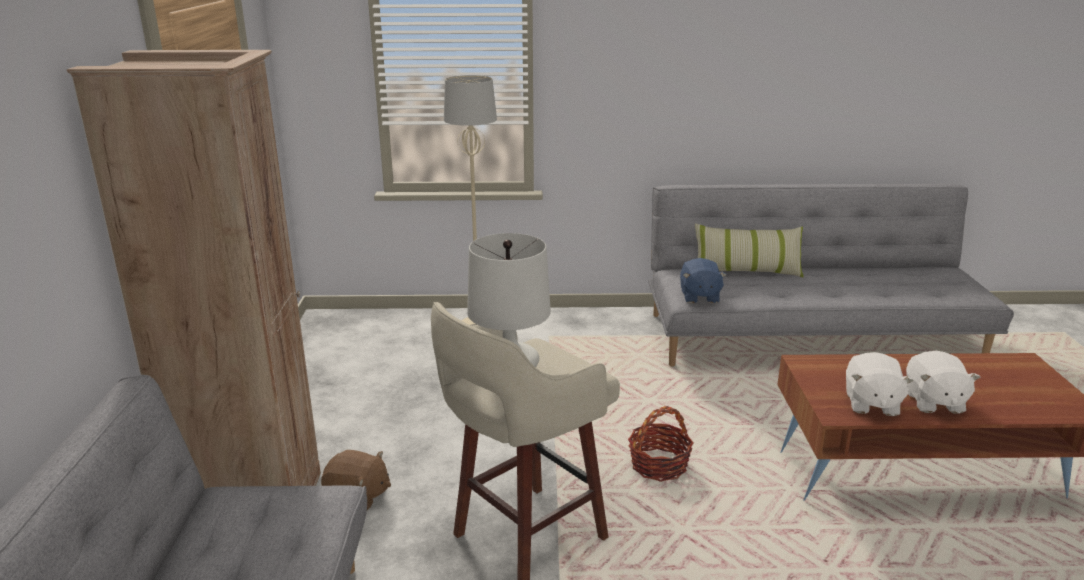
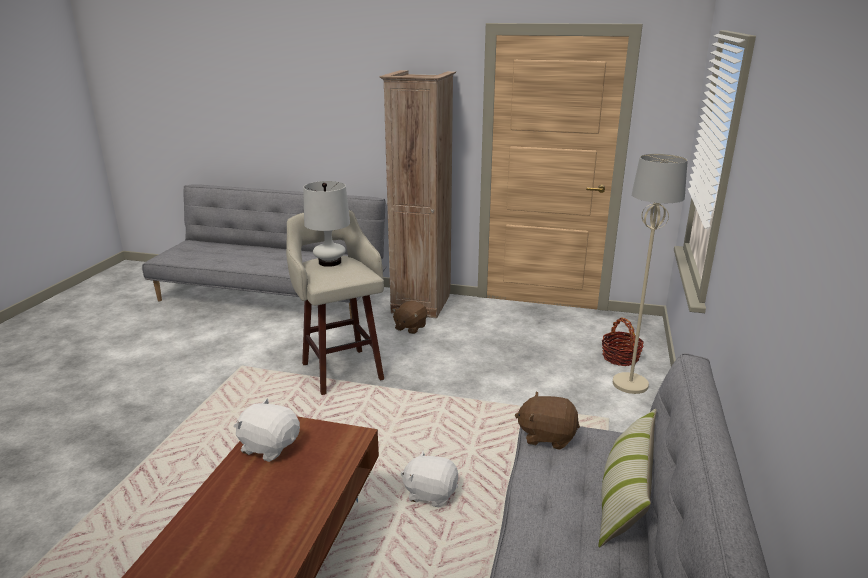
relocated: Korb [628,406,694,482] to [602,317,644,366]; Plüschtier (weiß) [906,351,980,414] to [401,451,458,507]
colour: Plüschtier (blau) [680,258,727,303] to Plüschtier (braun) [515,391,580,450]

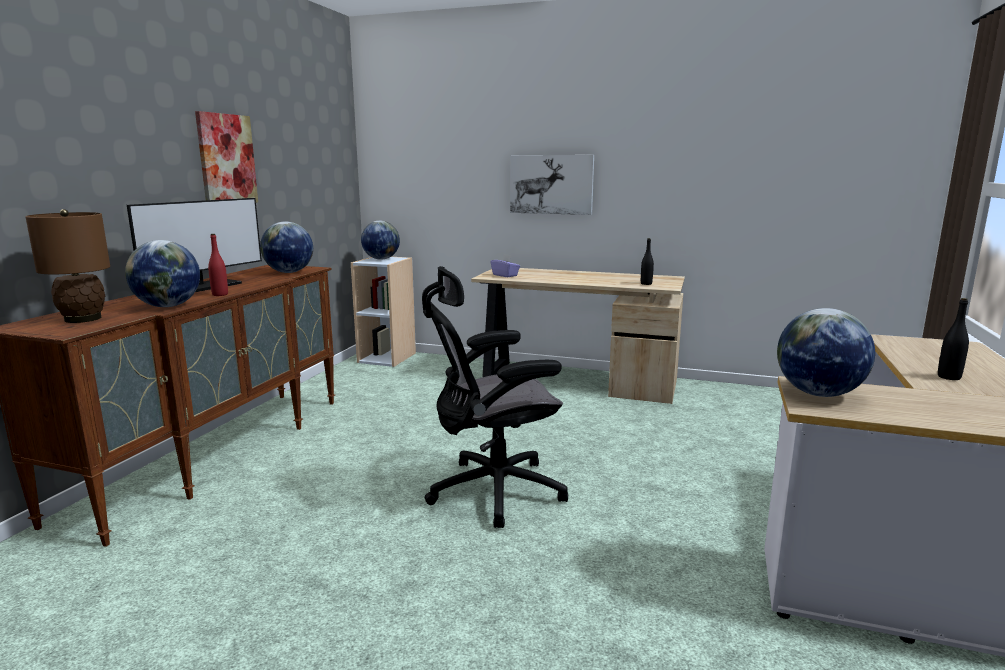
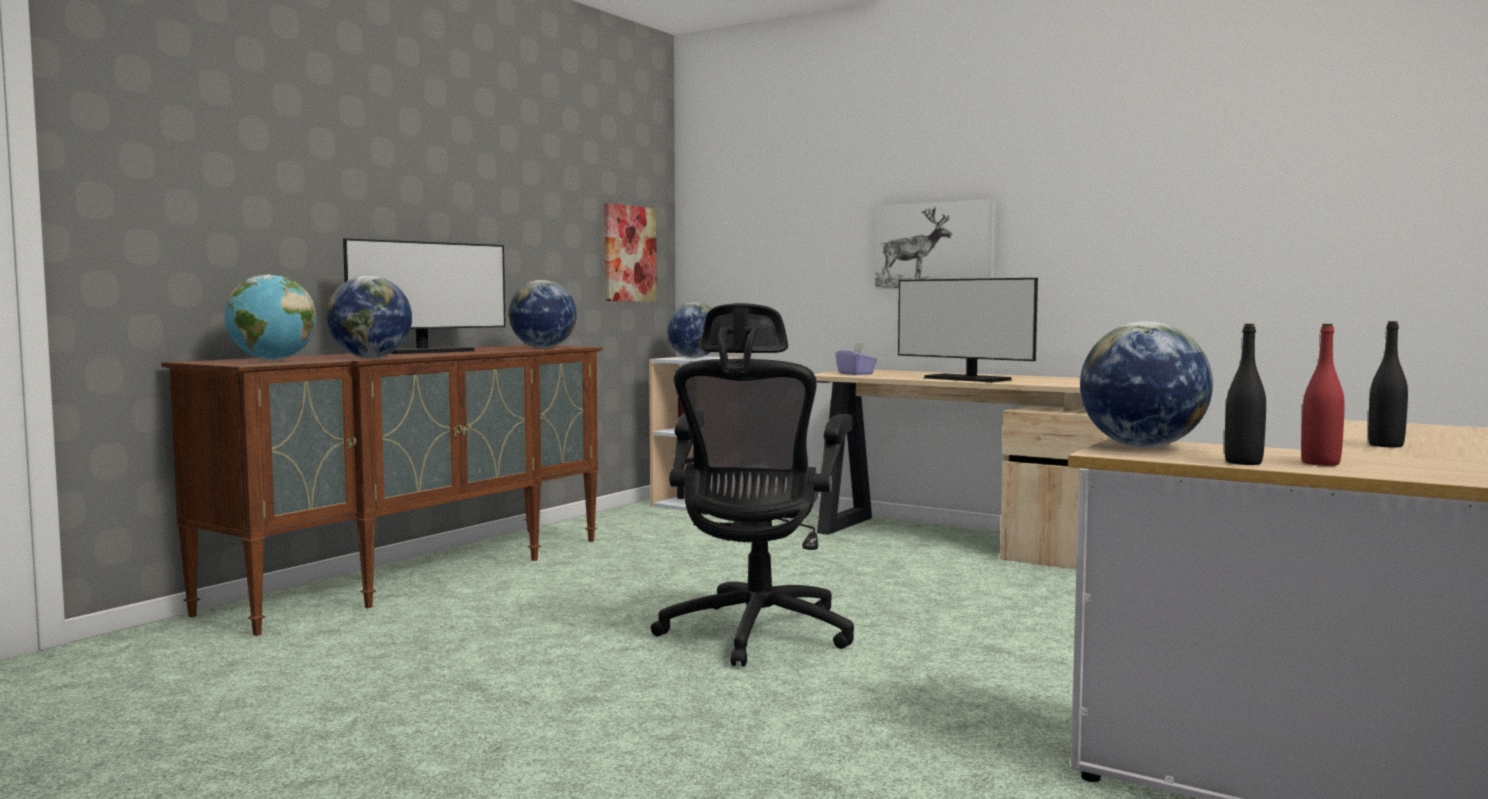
appeared: Monitor [898,278,1038,382]
relocated: Bild [195,111,258,203] to [604,203,657,301]; Flasche (rot) [208,234,228,296] to [1301,324,1345,466]; Flasche (schwarz) [641,238,654,285] to [1225,324,1266,465]
exchanged: Tischlampe (braun) [26,209,110,323] to Globus [225,274,316,360]
spun: Bürostuhl [422,266,568,528] = [650,303,854,667] 75 degrees counterclockwise

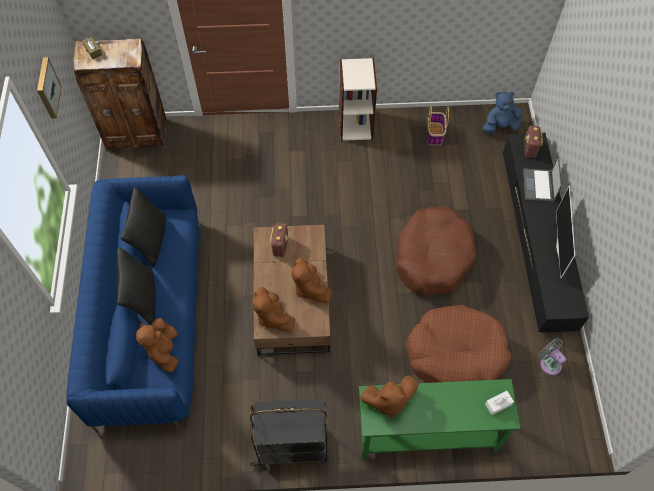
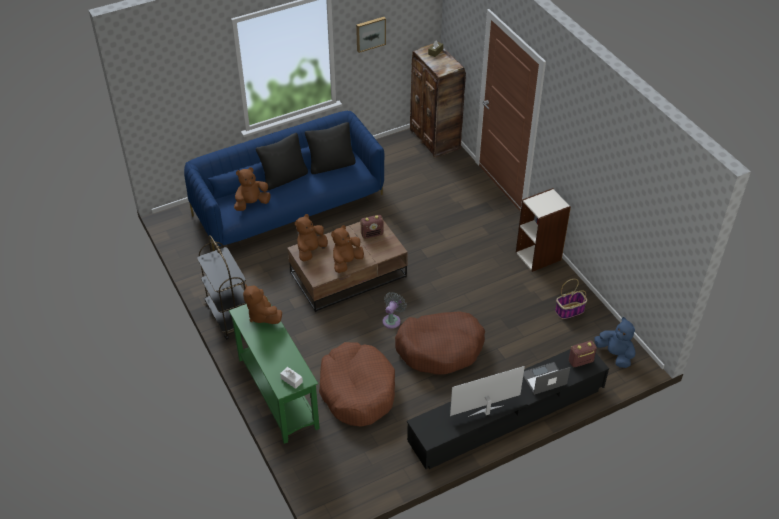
relocated: Ventilator (grau) [538,338,567,375] to [383,292,407,329]

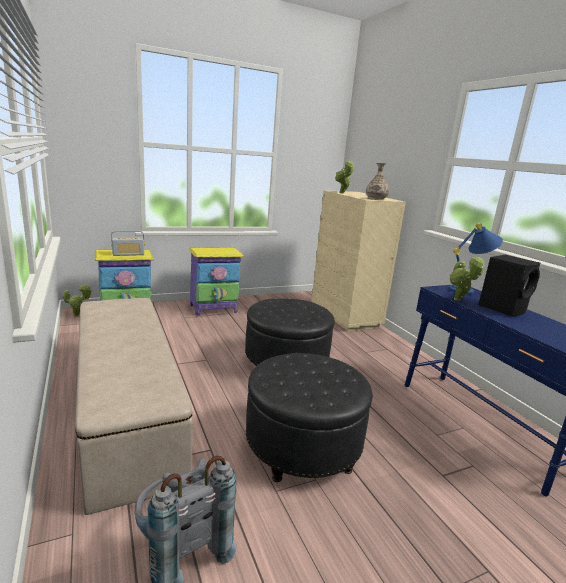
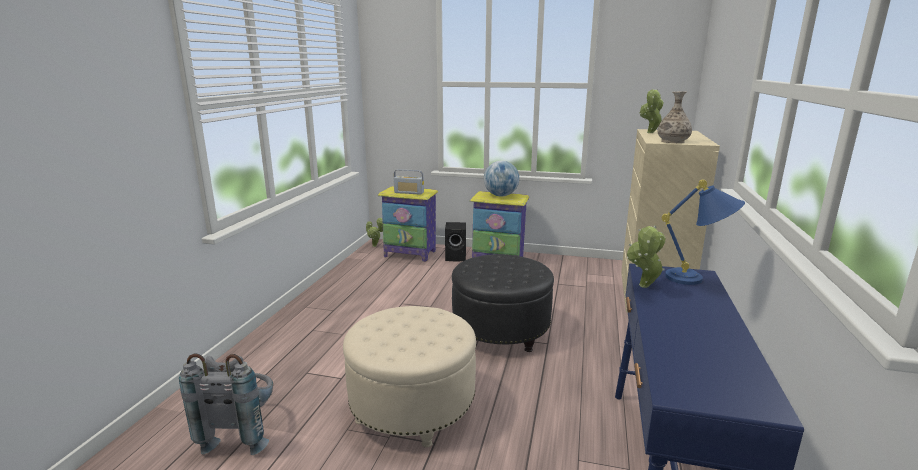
missing: Bank (beige) [75,298,193,515]
appeared: Globus [484,160,519,197]
relocated: Lautsprecher (schwarz) [478,255,540,317] to [445,222,466,261]
colour: Polsterhocker (schwarz) [246,353,372,482] to Polsterhocker (beige) [343,306,476,448]

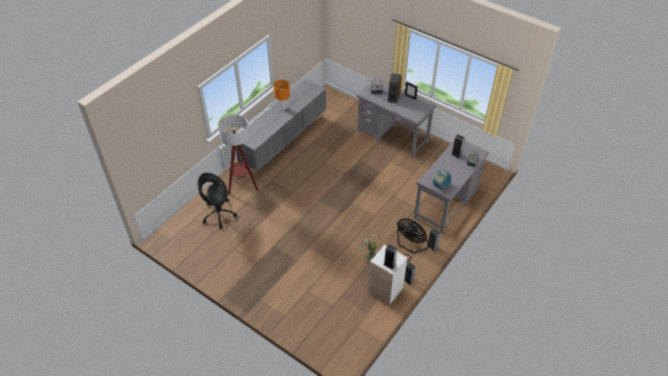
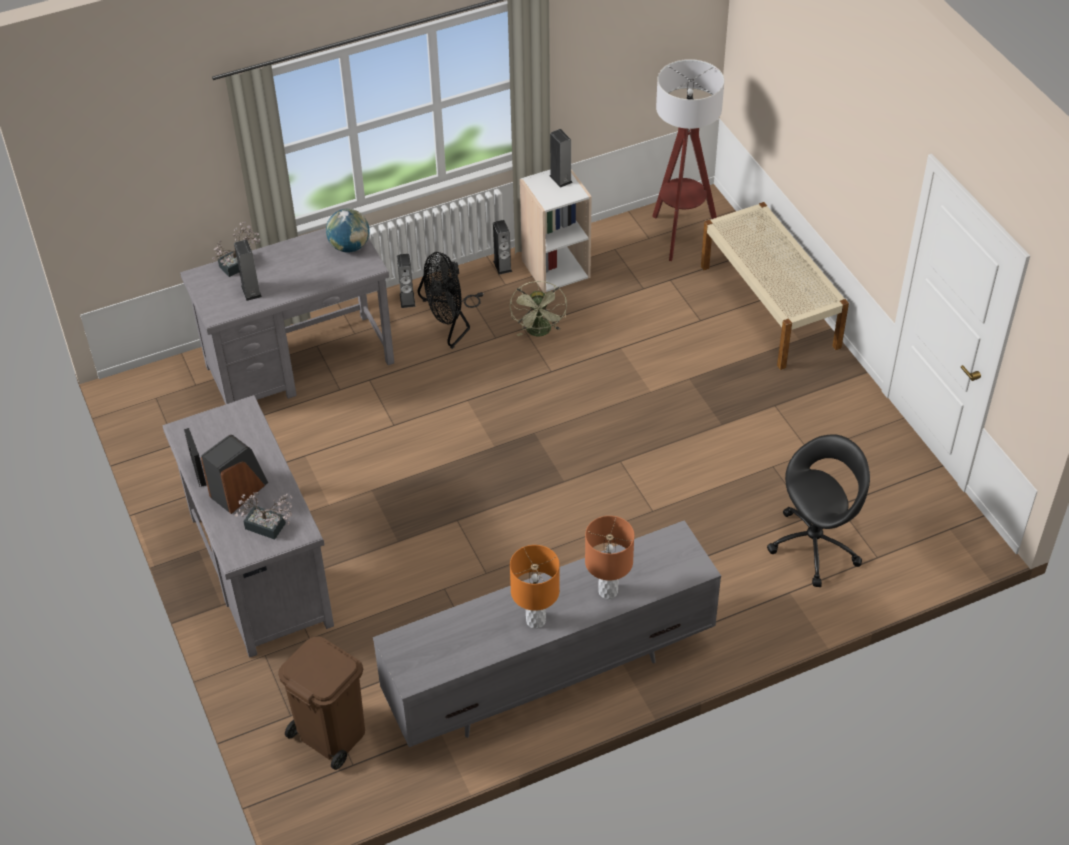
appeared: Mülleimer (braun) [278,636,365,770]; Tischlampe (orange) [585,516,634,599]; Bank (beige) [701,202,849,370]
relocated: Stehlampe [218,114,259,195] to [652,59,724,261]
spun: Bürostuhl (schwarz) [198,173,237,229] = [767,434,870,587] 45 degrees counterclockwise

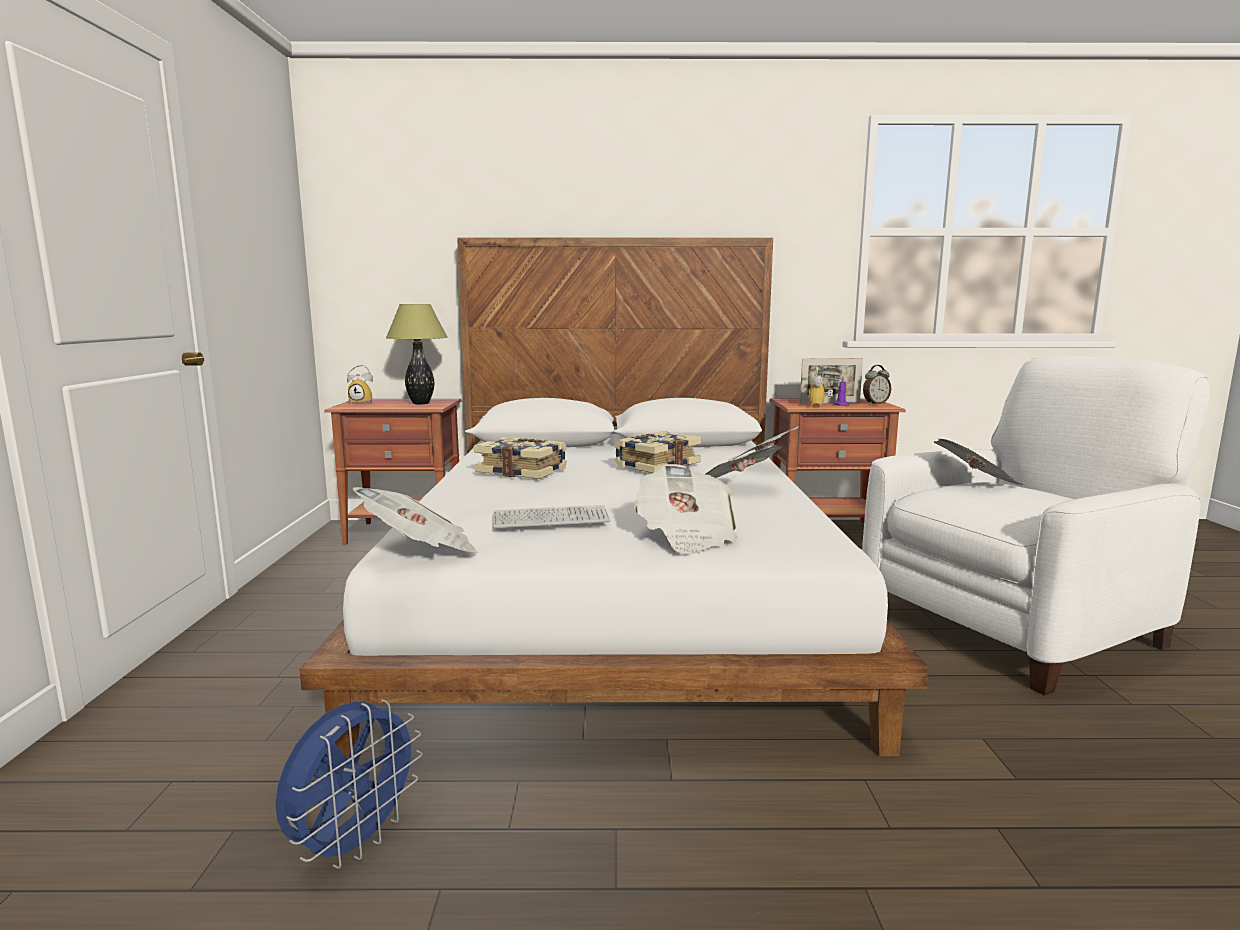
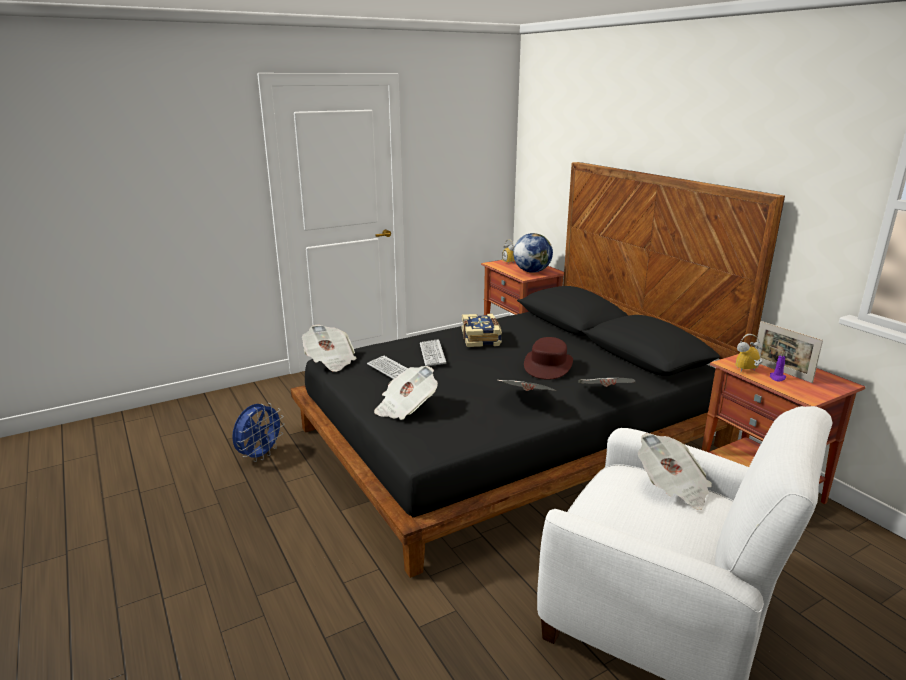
missing: Wecker [863,365,891,404]
appeared: Tastatur [420,339,446,366]
exchanged: Tischlampe [386,304,448,404] to Globus [513,233,553,273]; Buch [615,431,701,473] to Hut (braun) [524,337,573,380]
colour: Bett (weiß) [299,237,929,757] to Bett (schwarz) [291,162,785,578]
spun: Ventilator (blau) [275,699,422,869] = [232,403,285,462] 60 degrees counterclockwise

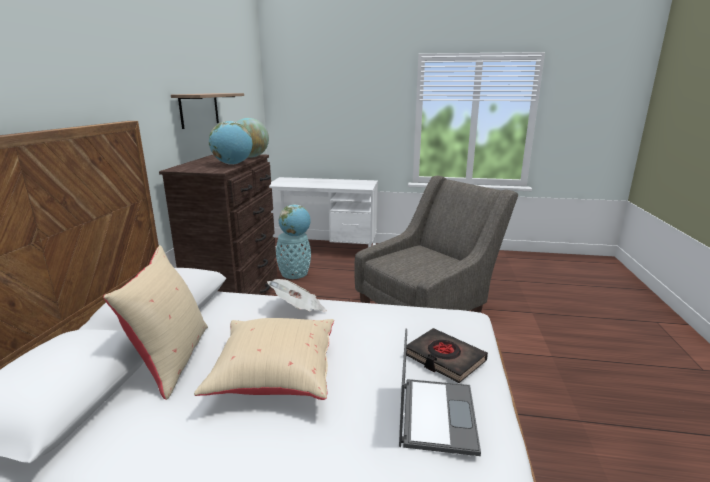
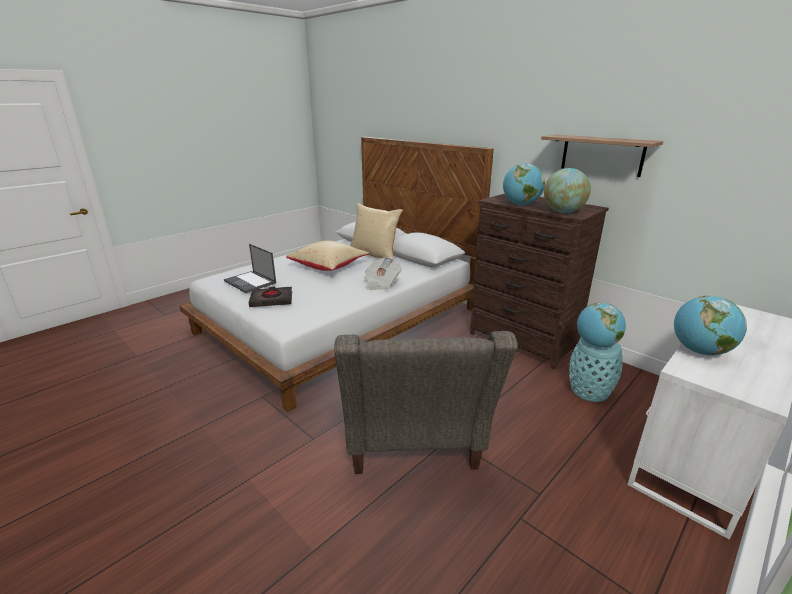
appeared: Globus [674,296,747,355]

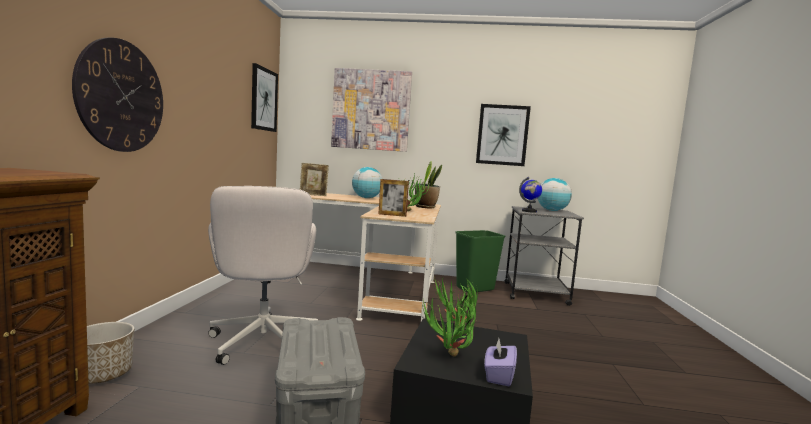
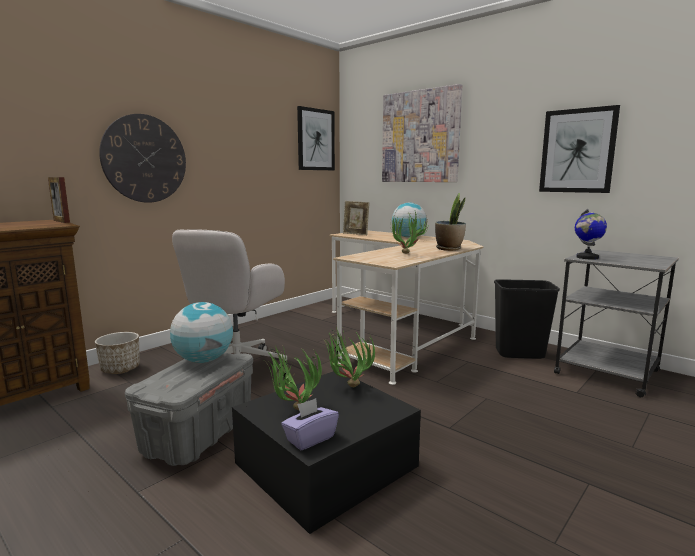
relocated: Bilderrahmen [378,179,409,217] to [48,177,70,223]; Globus [538,178,572,211] to [170,302,233,363]
colour: Mülleimer (grün) [455,230,505,293] to Mülleimer (schwarz) [494,279,560,359]

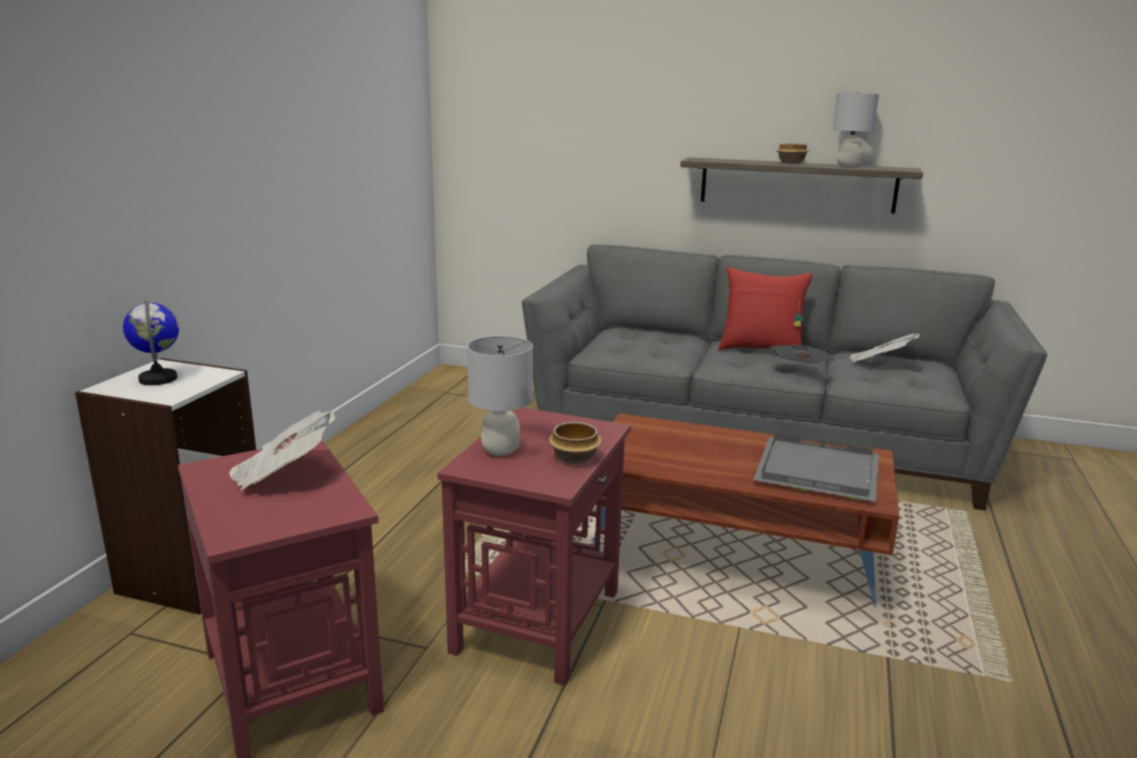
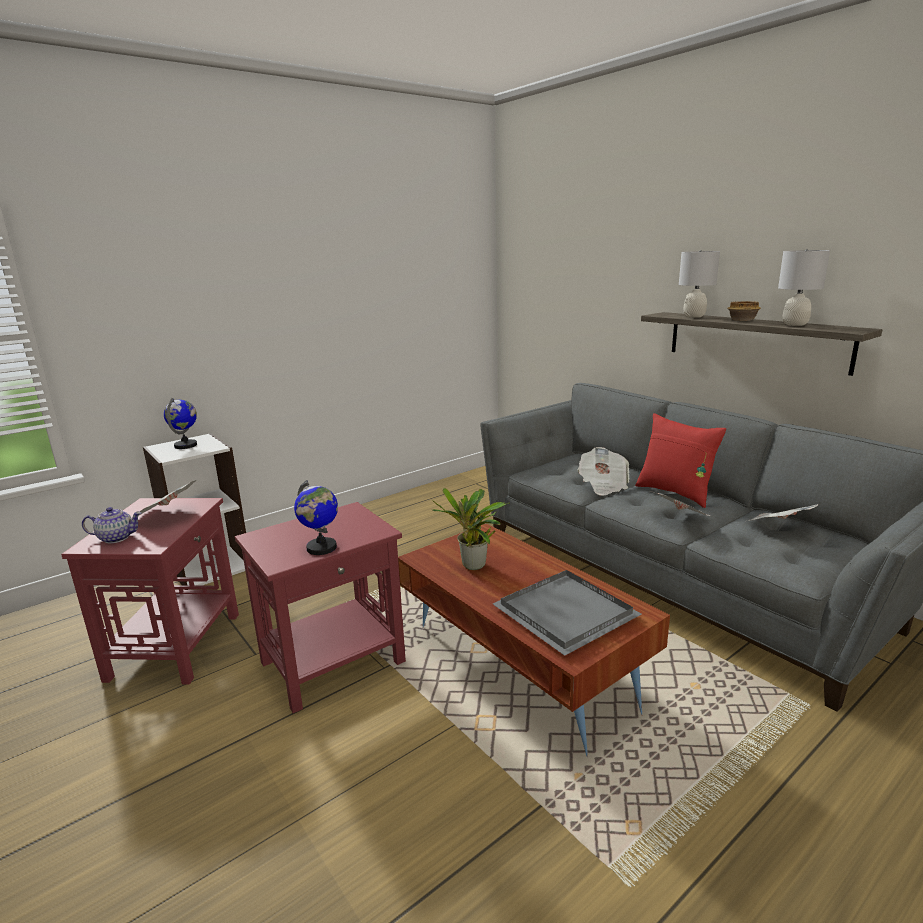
appeared: Teekanne [82,507,142,543]; Topfpflanze [432,488,510,570]; Zeitung [578,447,629,495]
relocated: Tischlampe (grau) [467,336,533,456] to [679,250,720,318]
exchanged: Schüssel [549,422,602,464] to Globus [294,480,338,555]

